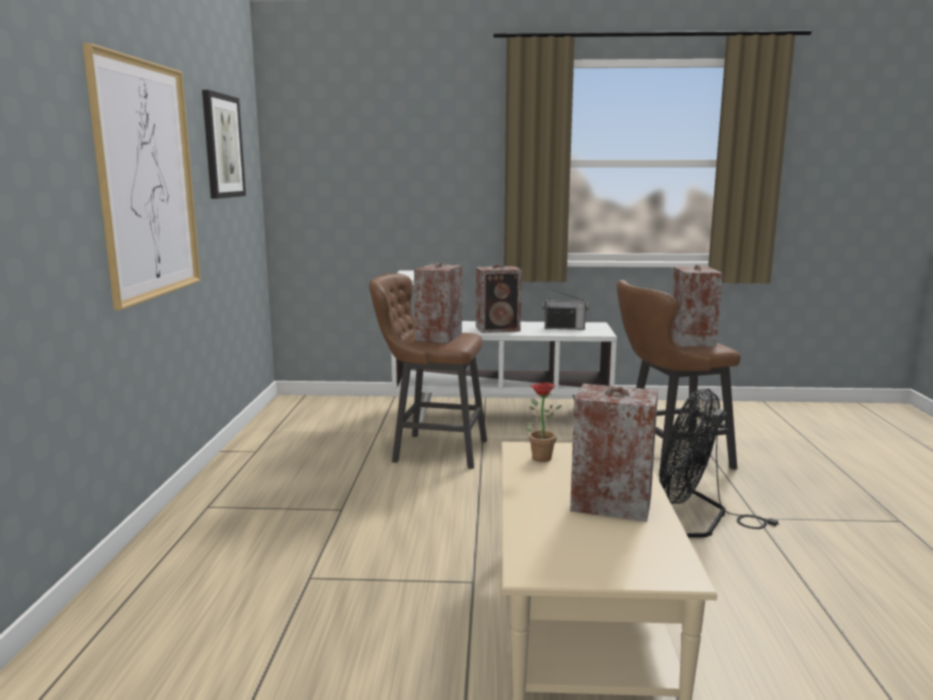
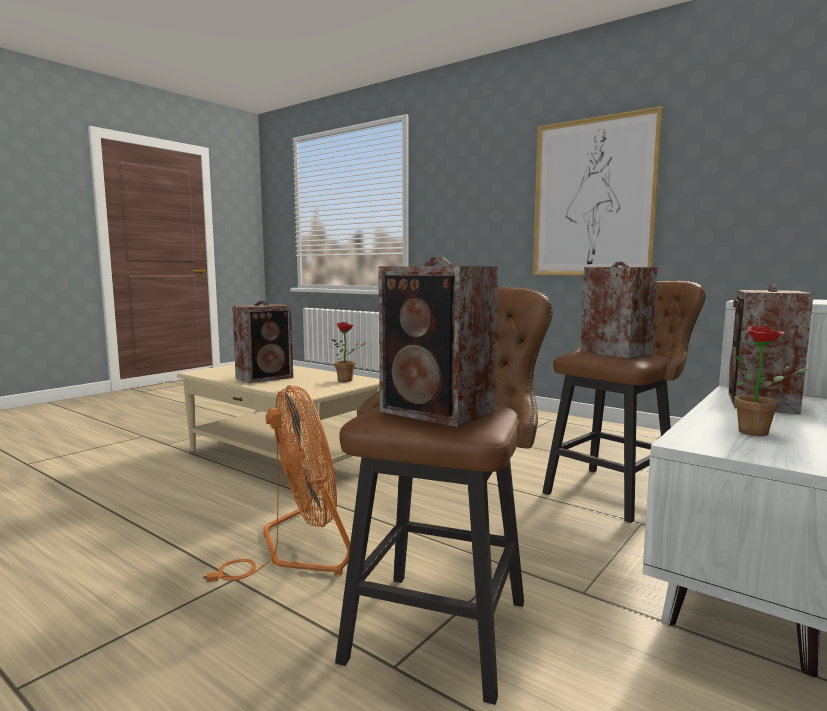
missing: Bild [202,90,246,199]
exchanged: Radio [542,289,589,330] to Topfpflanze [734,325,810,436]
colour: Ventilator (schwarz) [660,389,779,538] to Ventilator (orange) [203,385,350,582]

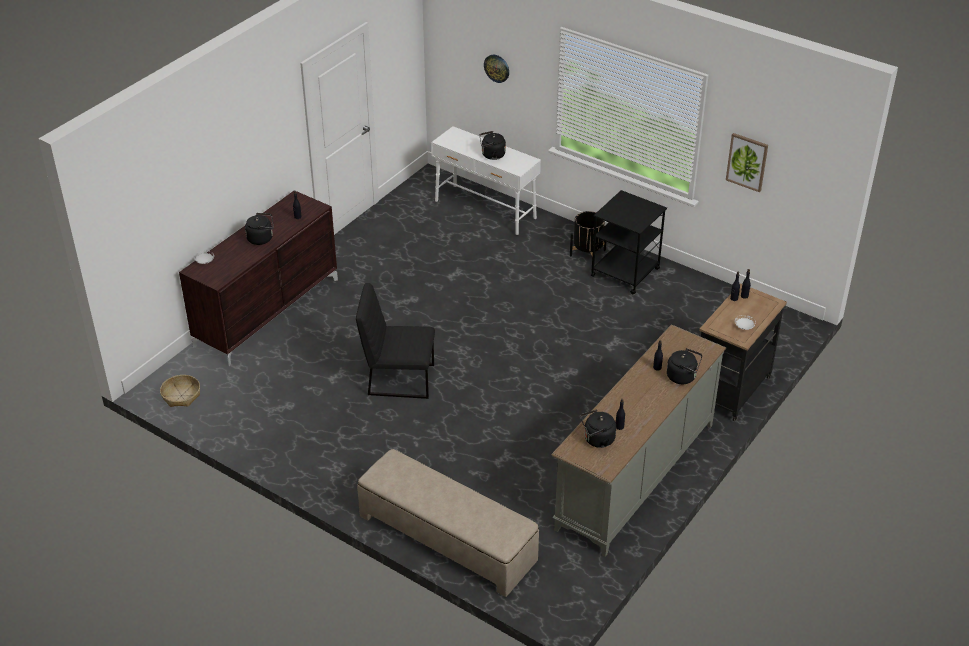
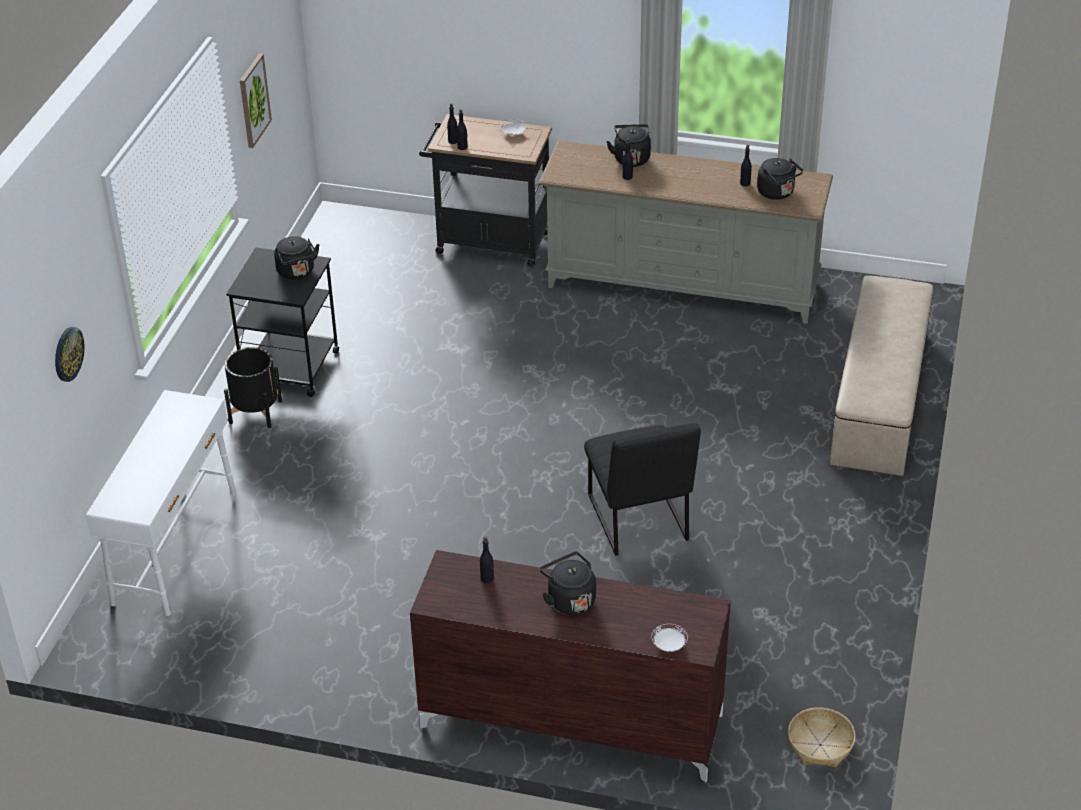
relocated: Wasserkessel (schwarz) [480,131,506,160] to [274,236,319,279]

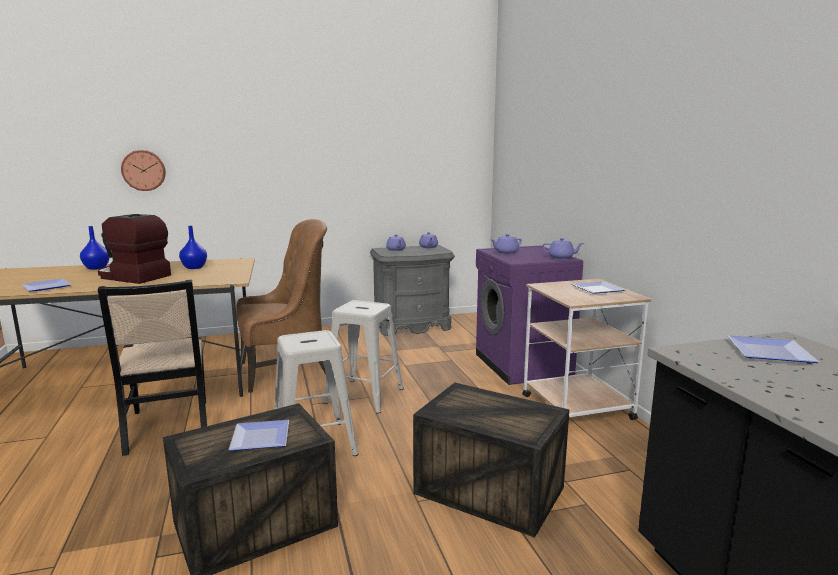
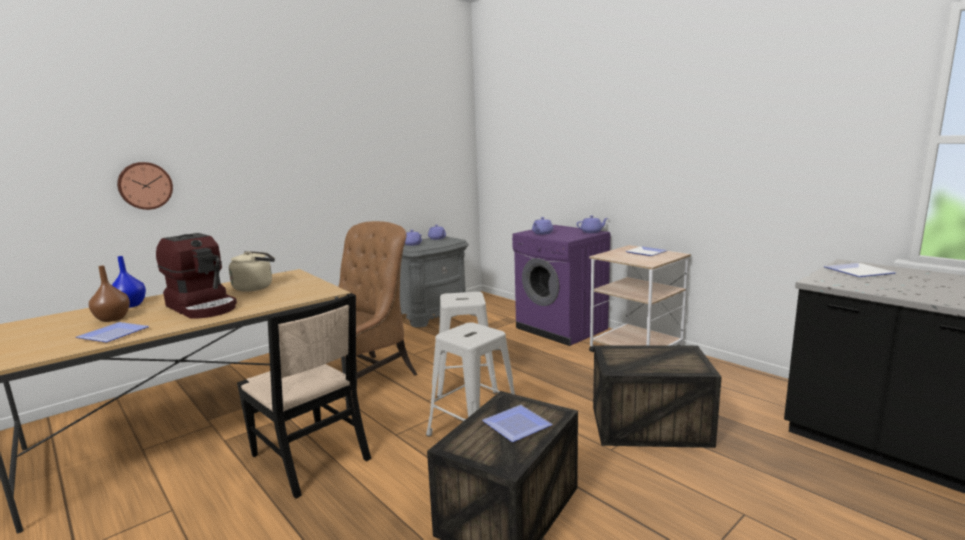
appeared: Vase (braun) [89,266,130,322]
exchanged: Vase (blau) [179,226,207,269] to Wasserkessel (beige) [229,251,275,292]
spun: Kaffeemaschine [98,214,171,284] = [156,233,237,319] 135 degrees counterclockwise

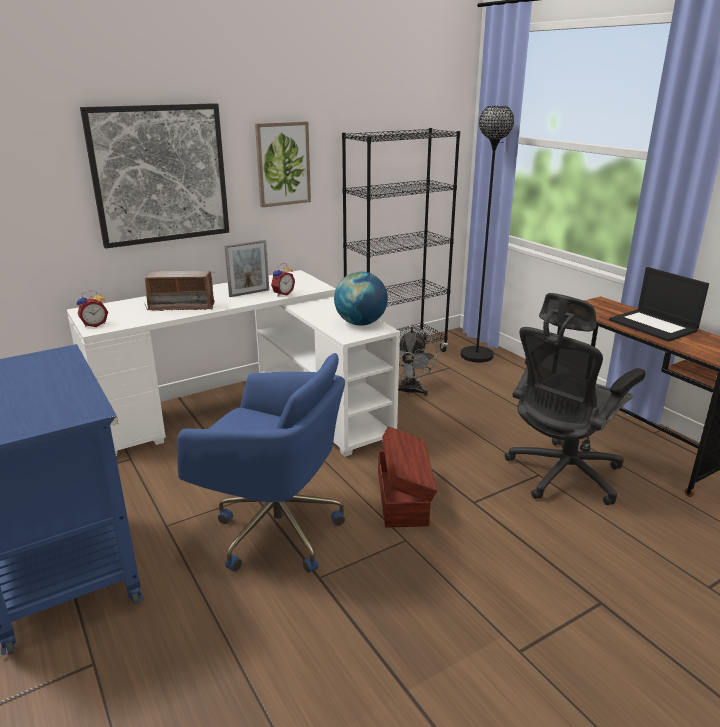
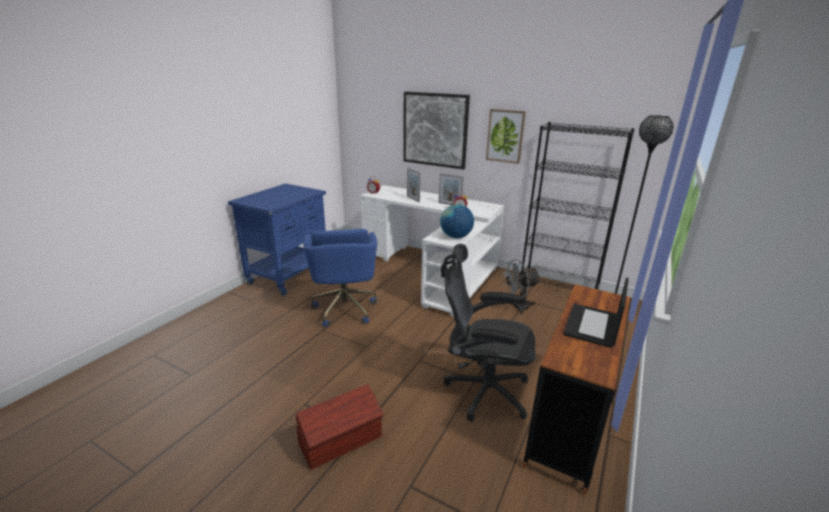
relocated: Aufbewahrungsbox (braun) [378,426,437,527] to [296,384,384,470]
exchanged: Radio [144,271,215,311] to Bilderrahmen [407,168,420,202]

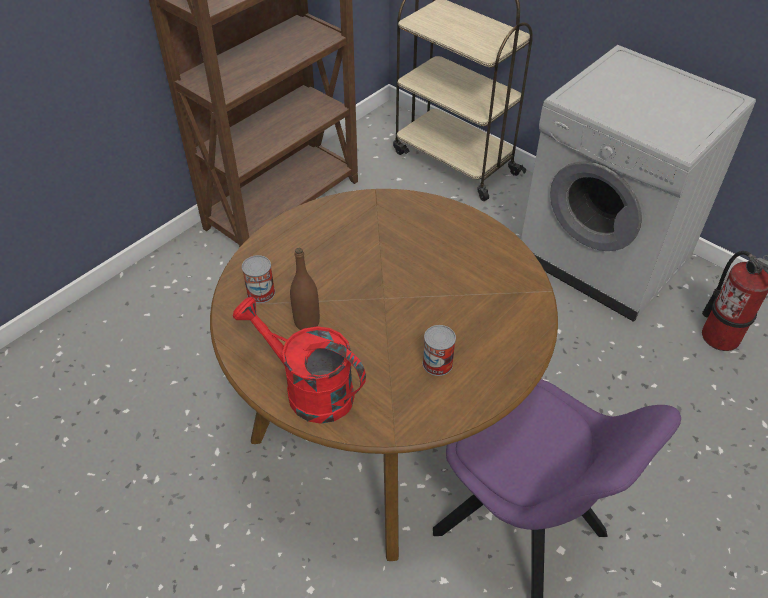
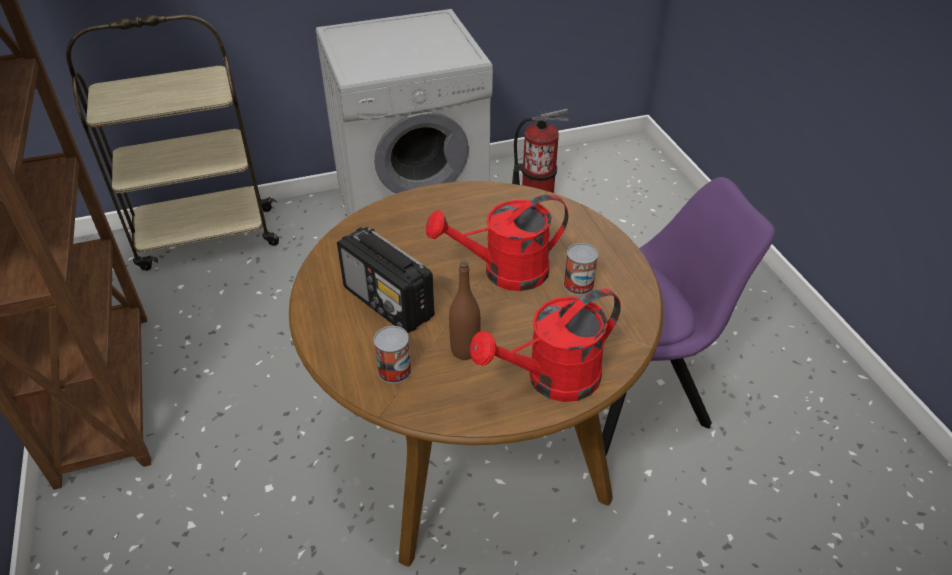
appeared: Radio [337,227,435,333]; Gießkanne (rot) [426,194,568,291]

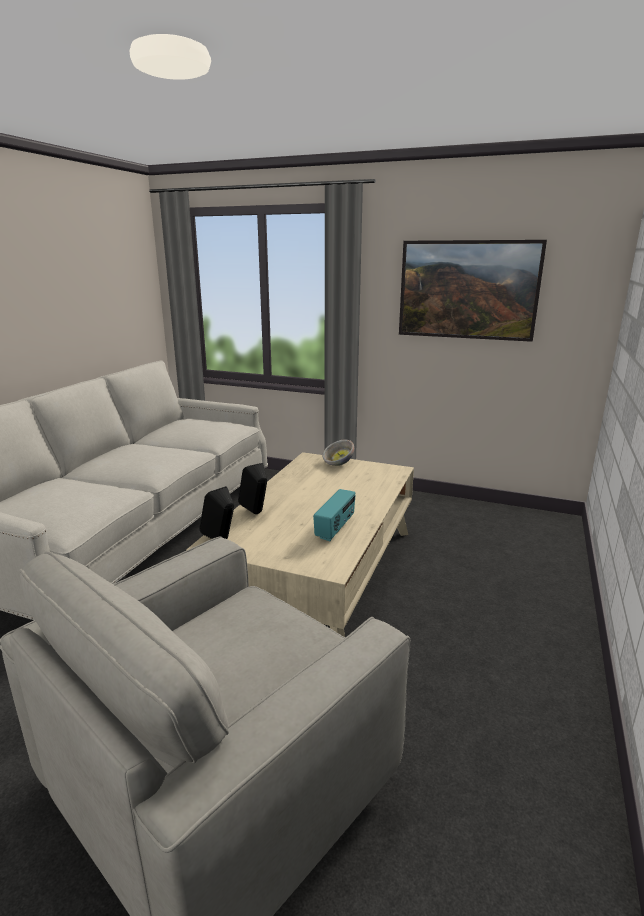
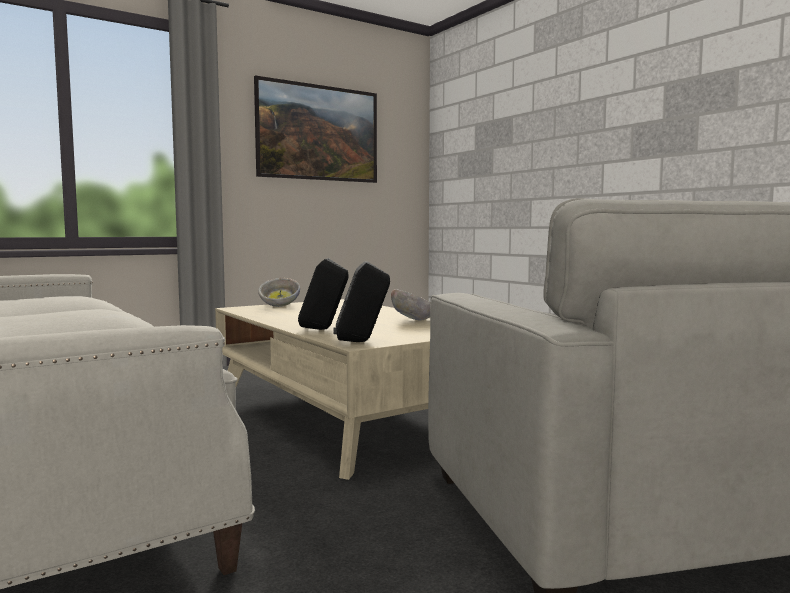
exchanged: Radio [313,489,356,541] to Schüssel [391,289,430,321]

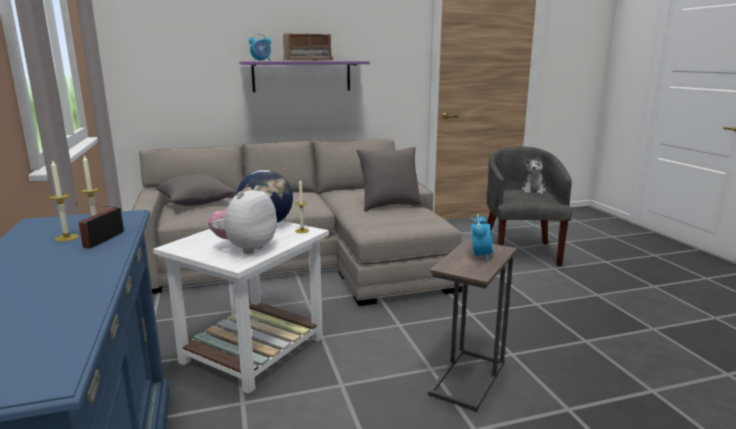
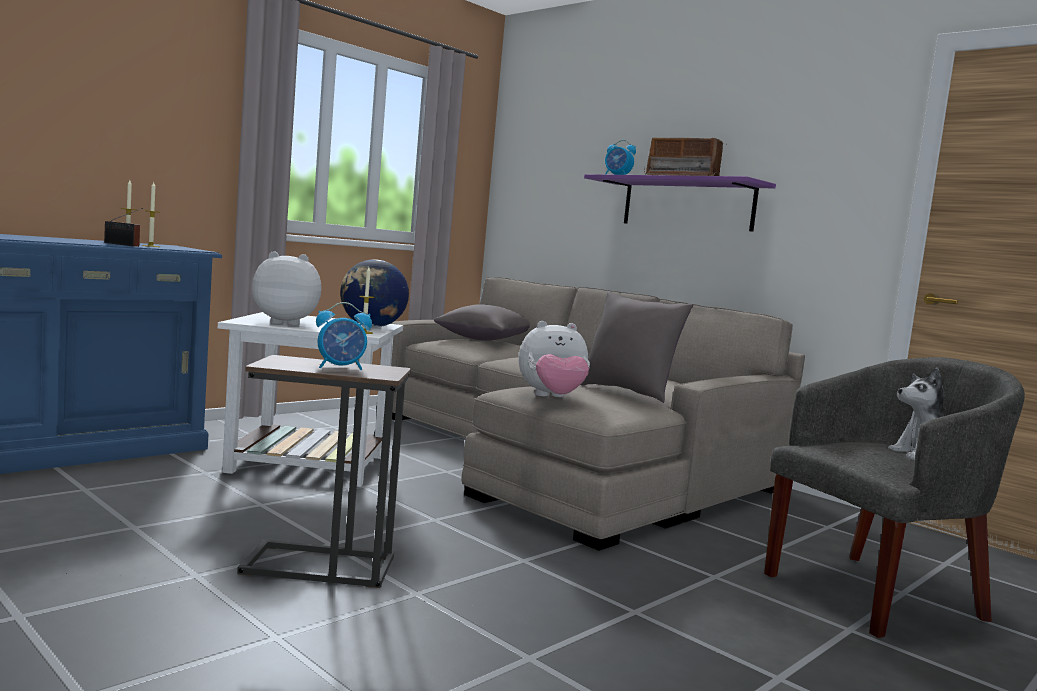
appeared: Plüschtier [519,321,590,397]
spun: Radio [76,204,124,248] = [104,208,143,247] 135 degrees counterclockwise

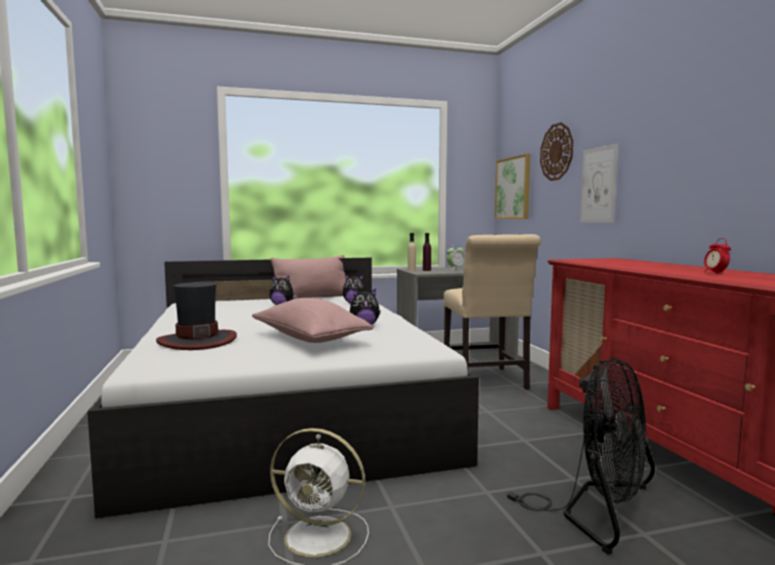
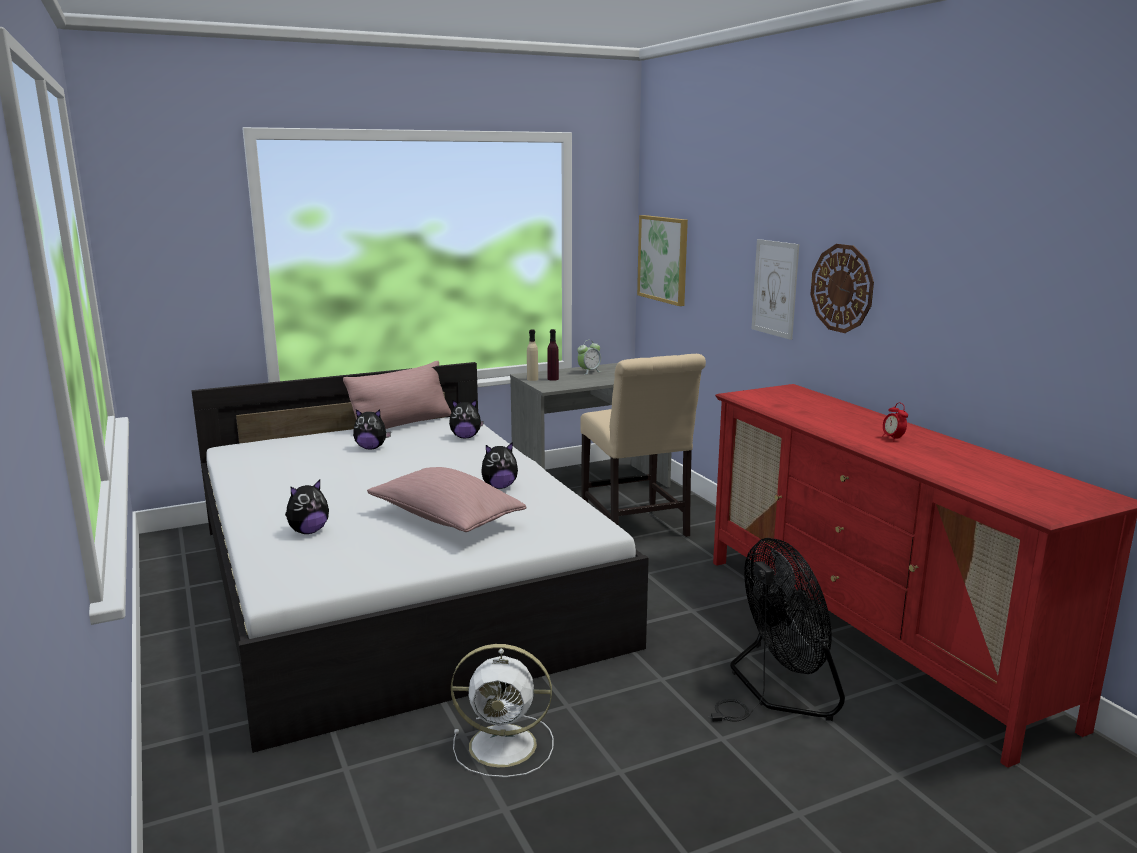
relocated: Wanduhr [540,122,573,181] to [810,244,874,333]
exchanged: Hut [156,282,237,350] to Plüschtier [285,480,329,534]
spun: Ventilator (schwarz) [506,358,655,555] = [708,538,845,722] 45 degrees counterclockwise

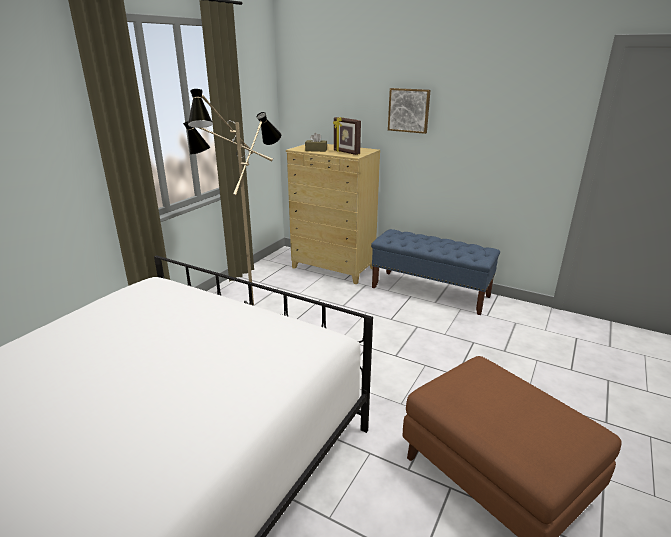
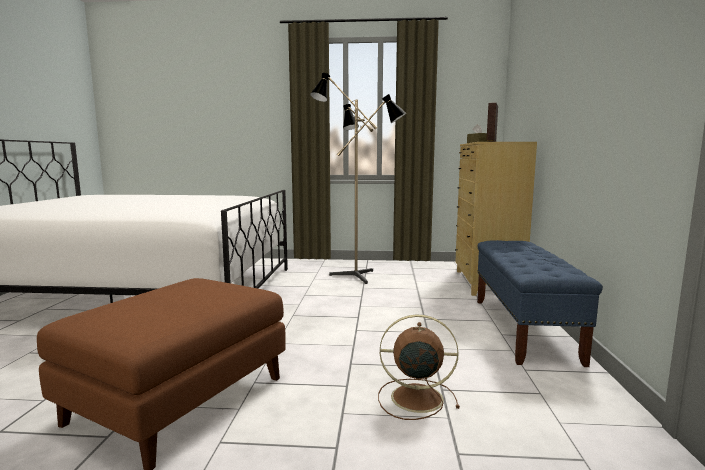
missing: Bild [388,88,431,134]
appeared: Ventilator (braun) [378,314,460,420]

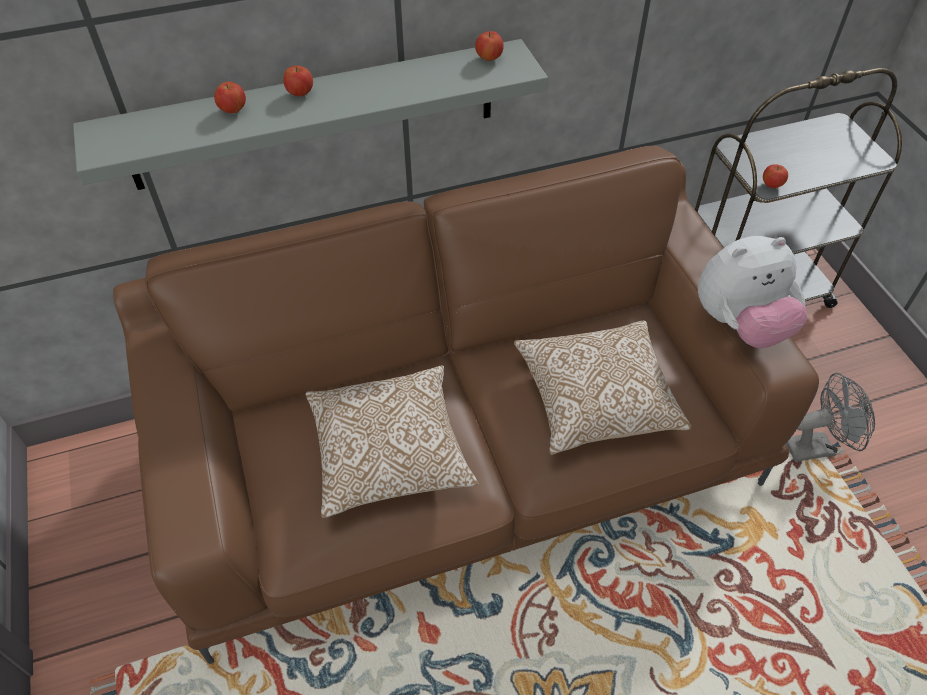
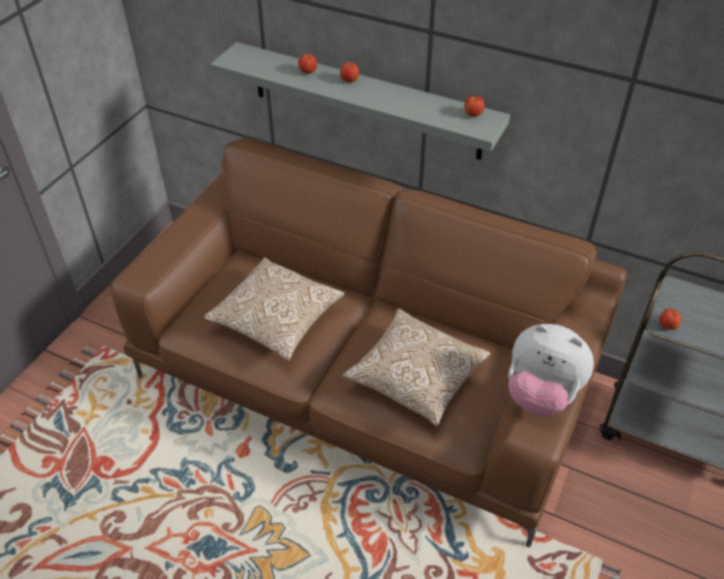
missing: Ventilator (grau) [786,373,875,462]

